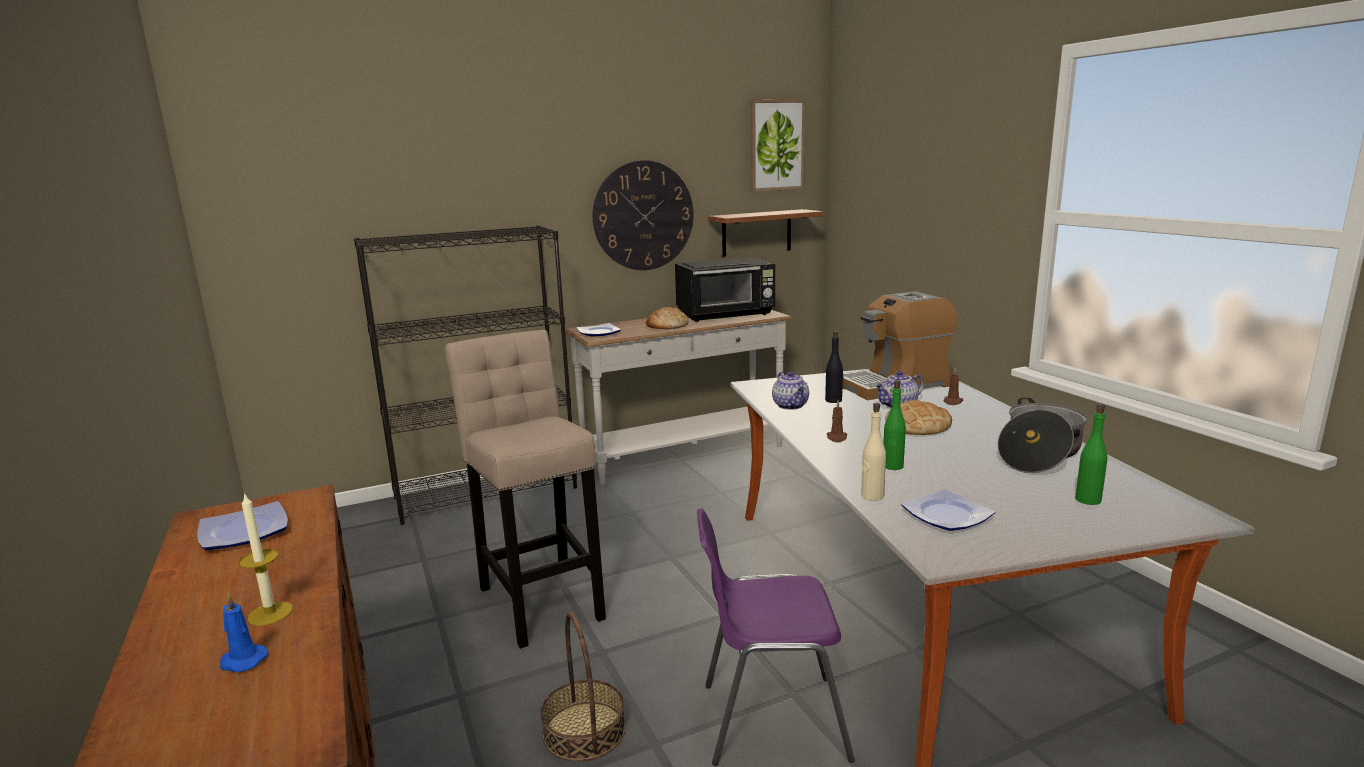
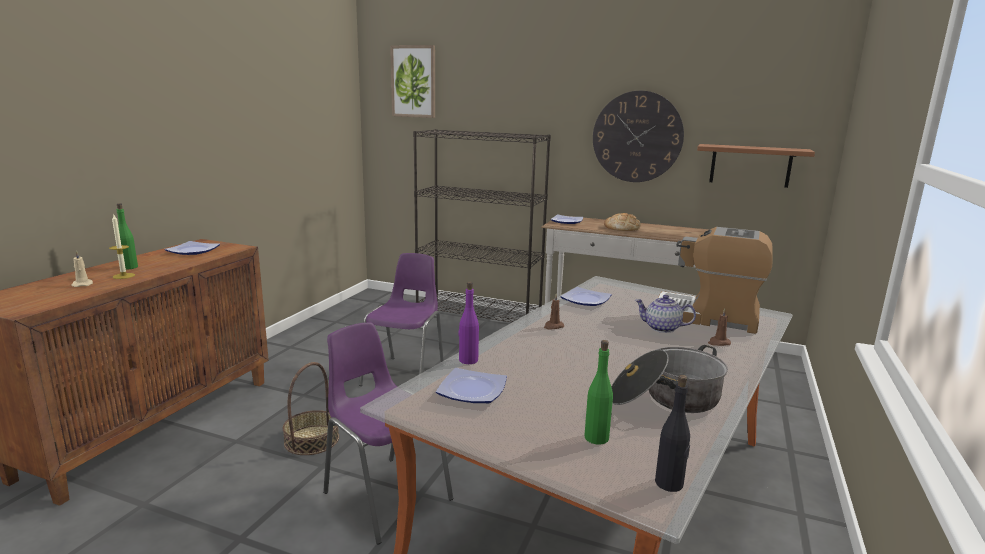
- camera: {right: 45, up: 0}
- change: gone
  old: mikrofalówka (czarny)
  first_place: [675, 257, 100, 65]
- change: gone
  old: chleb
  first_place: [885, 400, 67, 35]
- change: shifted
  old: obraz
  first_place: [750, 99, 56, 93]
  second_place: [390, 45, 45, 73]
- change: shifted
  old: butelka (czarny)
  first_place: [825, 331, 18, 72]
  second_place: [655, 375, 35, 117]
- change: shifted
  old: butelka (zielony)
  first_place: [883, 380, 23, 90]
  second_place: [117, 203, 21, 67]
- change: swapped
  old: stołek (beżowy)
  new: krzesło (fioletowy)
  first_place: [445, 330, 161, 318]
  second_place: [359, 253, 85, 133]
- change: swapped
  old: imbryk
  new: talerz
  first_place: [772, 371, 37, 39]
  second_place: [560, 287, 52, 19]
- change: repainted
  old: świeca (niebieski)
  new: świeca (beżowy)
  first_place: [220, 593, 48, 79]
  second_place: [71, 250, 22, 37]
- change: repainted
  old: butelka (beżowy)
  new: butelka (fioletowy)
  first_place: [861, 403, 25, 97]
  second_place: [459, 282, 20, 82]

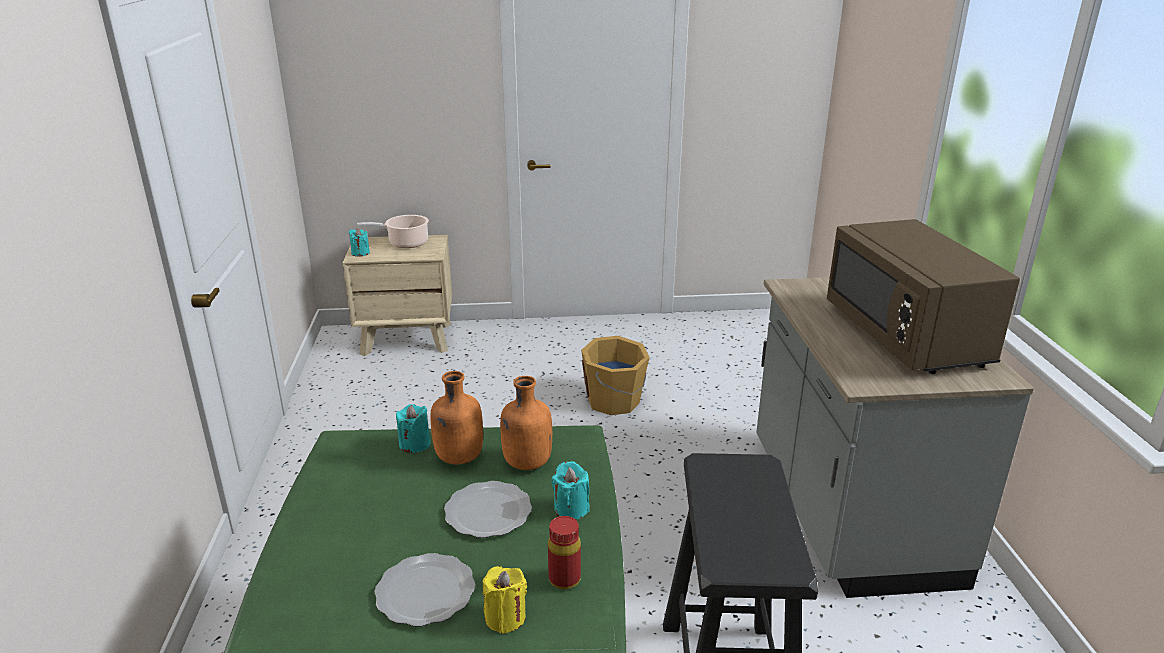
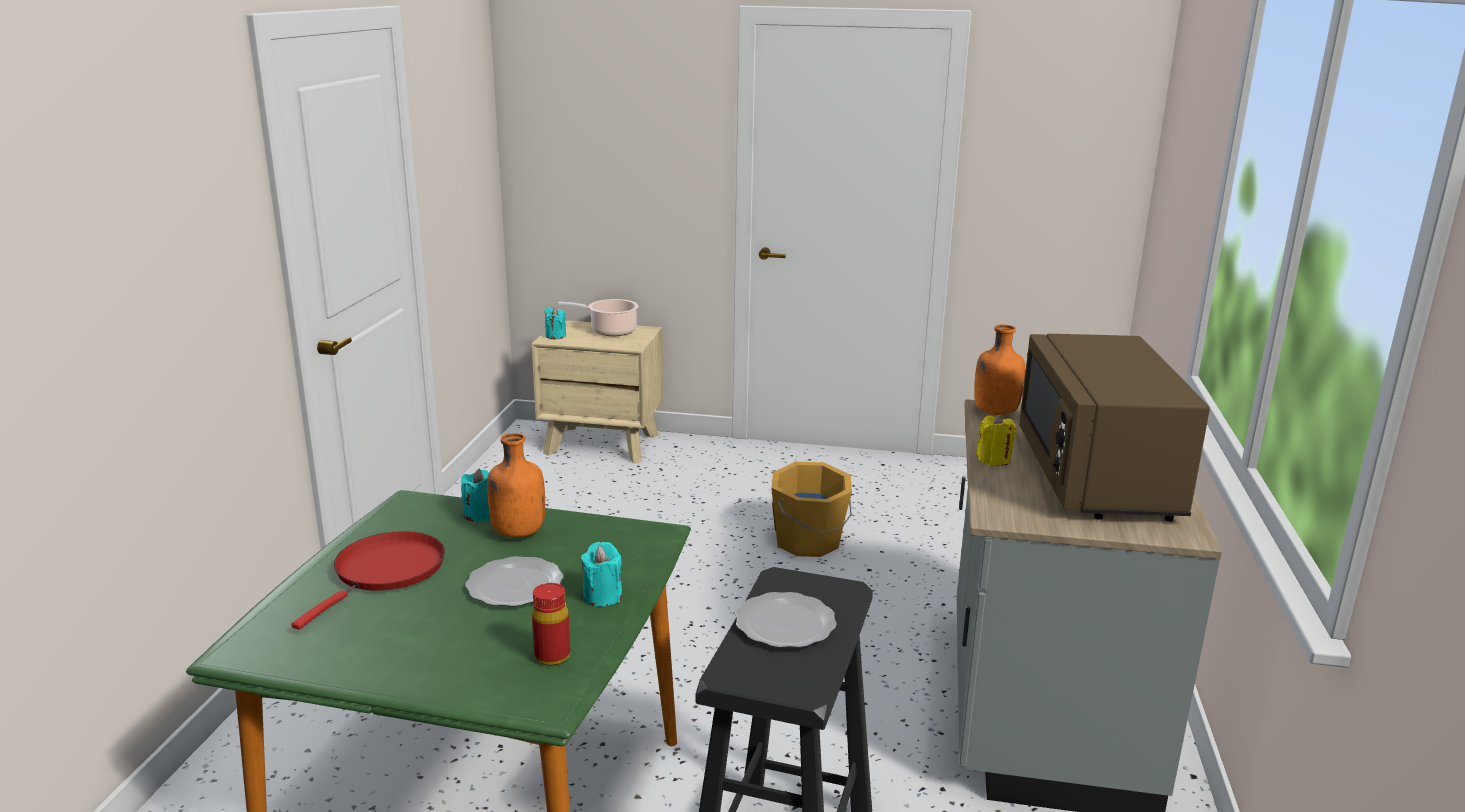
- camera: {right: 15, up: -5}
- change: new
  new: patelnia (czerwony)
  second_place: [291, 531, 154, 98]
- change: shifted
  old: talerz
  first_place: [374, 553, 102, 74]
  second_place: [735, 592, 102, 56]
- change: shifted
  old: świeca (żółty)
  first_place: [483, 566, 44, 68]
  second_place: [976, 414, 41, 52]
- change: shifted
  old: butelka (pomarańczowy)
  first_place: [500, 376, 52, 94]
  second_place: [974, 324, 51, 91]

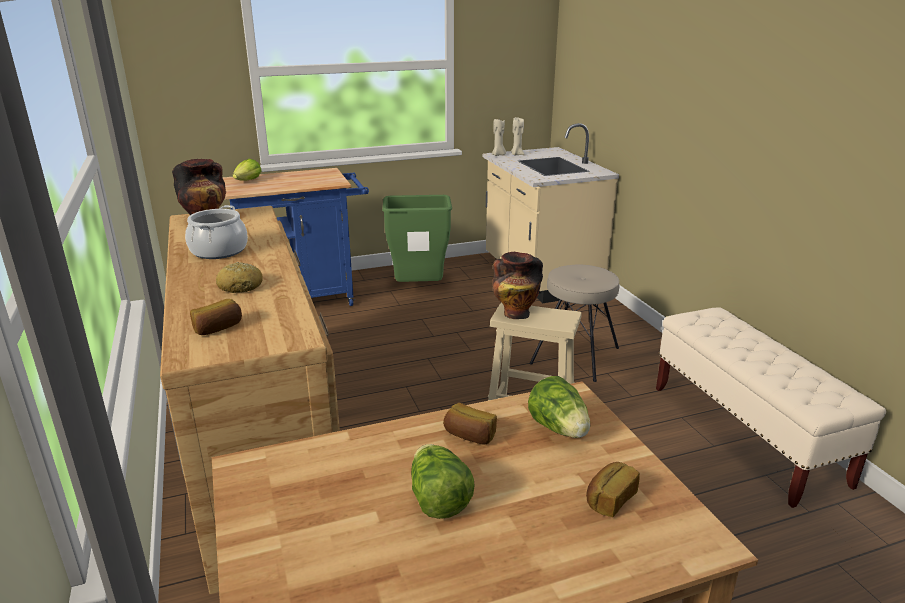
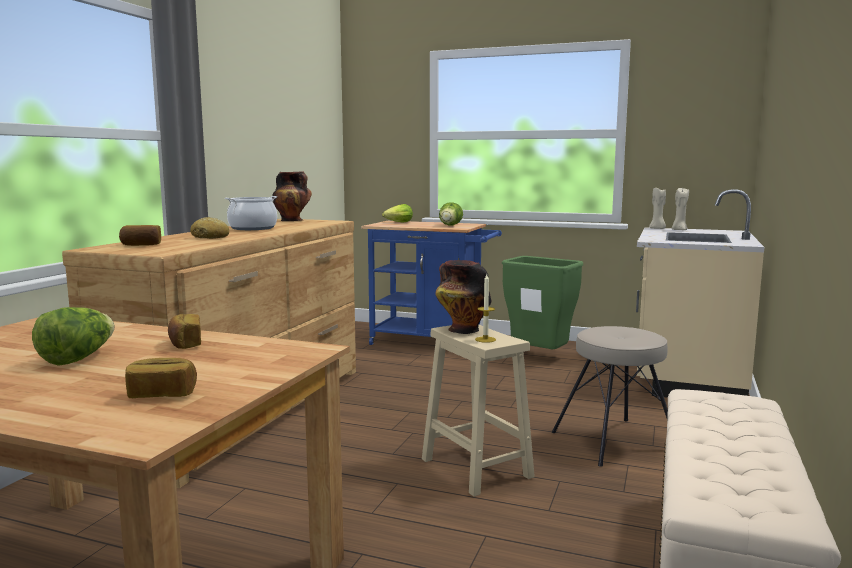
- camera: {right: 40, up: -15}
- change: new
  new: świeca
  second_place: [475, 274, 21, 69]
- change: shifted
  old: sałata
  first_place: [528, 376, 62, 62]
  second_place: [439, 202, 24, 24]

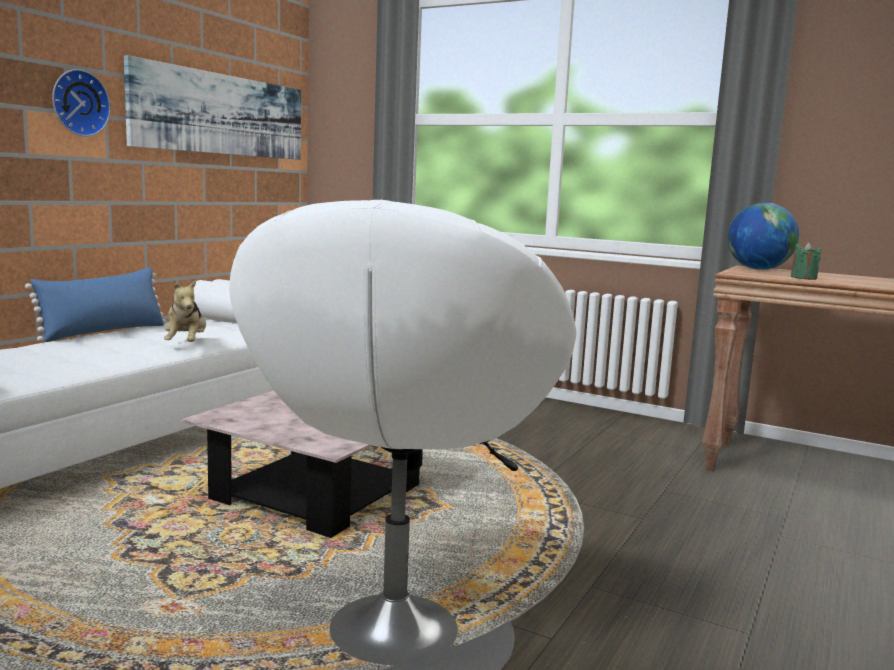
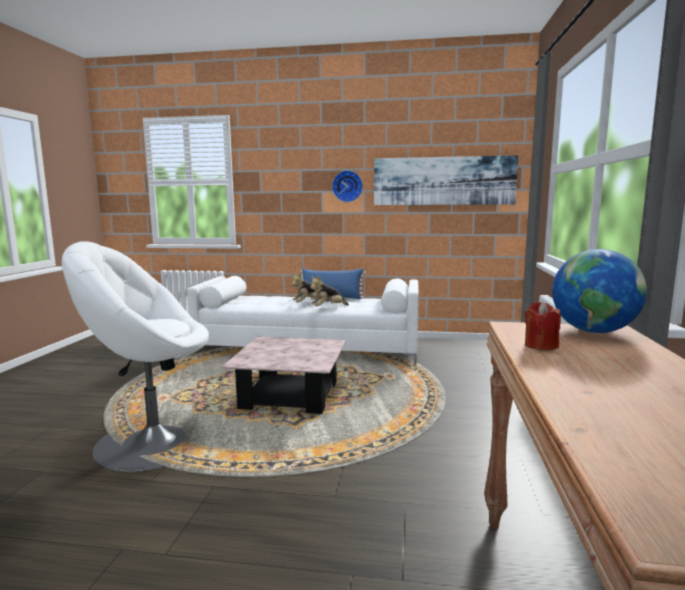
- camera: {right: 70, up: 0}
- change: new
  new: pluszak
  second_place: [291, 273, 38, 30]
- change: repainted
  old: świeca (zielony)
  new: świeca (czerwony)
  first_place: [791, 242, 30, 38]
  second_place: [525, 301, 36, 49]

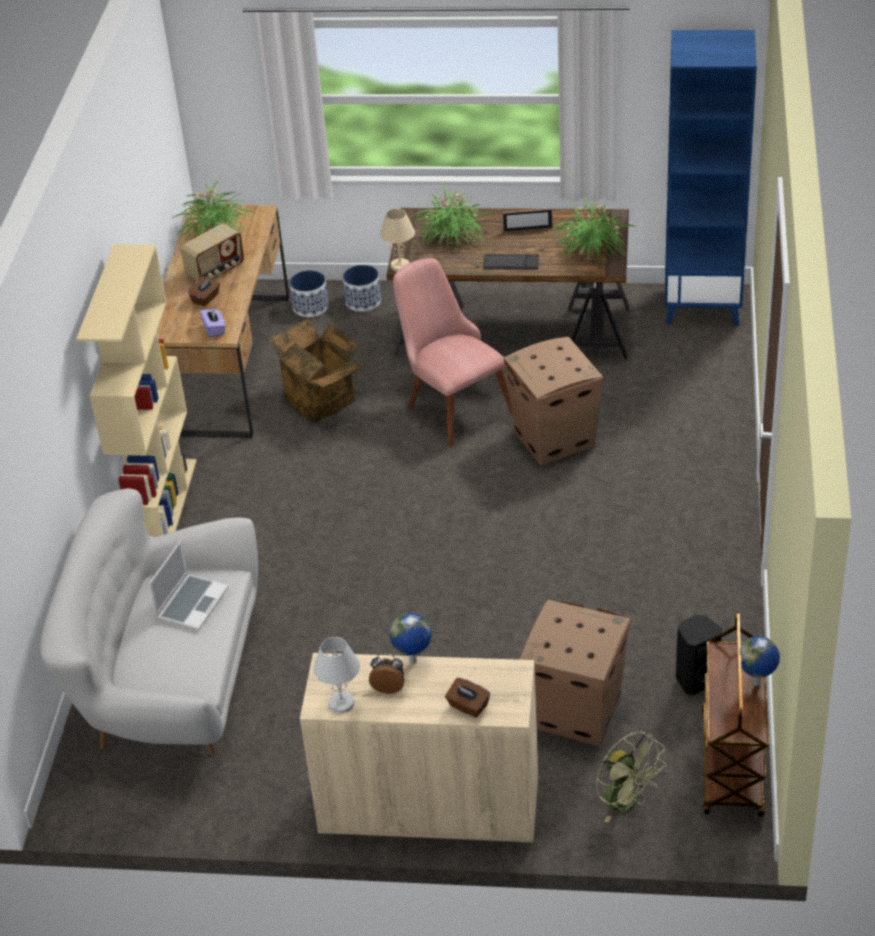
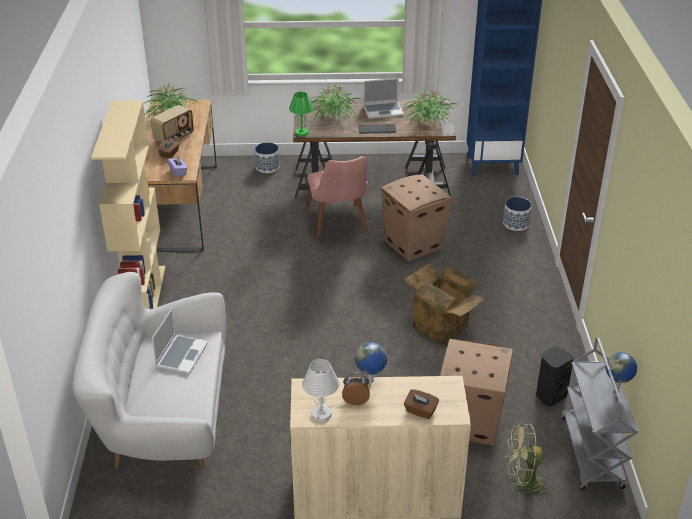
- camera: {right: -10, up: -5}
- change: shifted
  old: karton
  first_place: [267, 318, 96, 105]
  second_place: [404, 262, 82, 83]
- change: shifted
  old: donica
  first_place: [289, 270, 40, 47]
  second_place: [503, 197, 29, 34]
- change: swapped
  old: ramka na zdjęcie
  new: laptop
  first_place: [503, 208, 49, 24]
  second_place: [363, 78, 41, 41]
- change: repainted
  old: lampa stołowa (beżowy)
  new: lampa stołowa (zielony)
  first_place: [380, 208, 35, 64]
  second_place: [289, 92, 24, 44]
- change: repainted
  old: wózek (brązowy)
  new: wózek (szary)
  first_place: [702, 612, 67, 205]
  second_place: [561, 337, 78, 153]
- change: rotated
  old: krzesło (różowy)
  first_place: [393, 258, 119, 189]
  second_place: [305, 156, 63, 83]
  degrees: -150
- change: rotated
  old: wentylator (zielony)
  first_place: [596, 731, 71, 92]
  second_place: [506, 424, 46, 78]
  degrees: 135

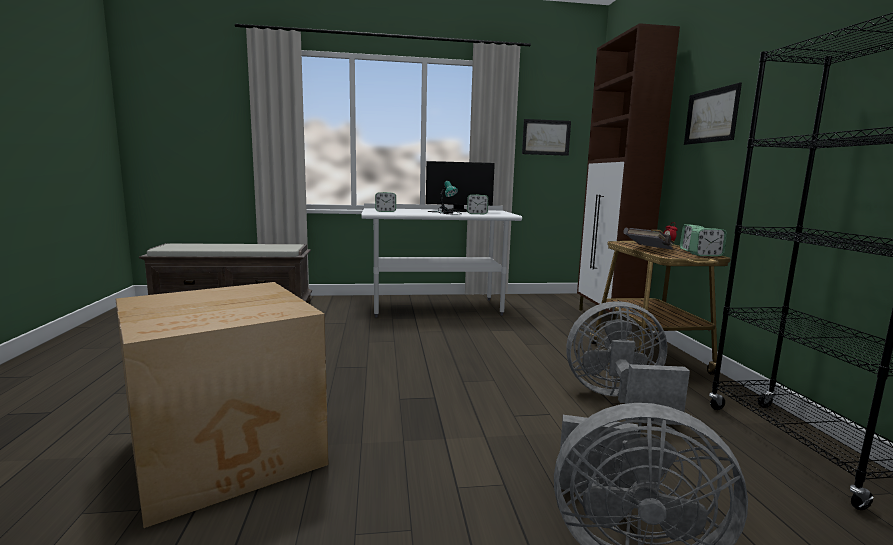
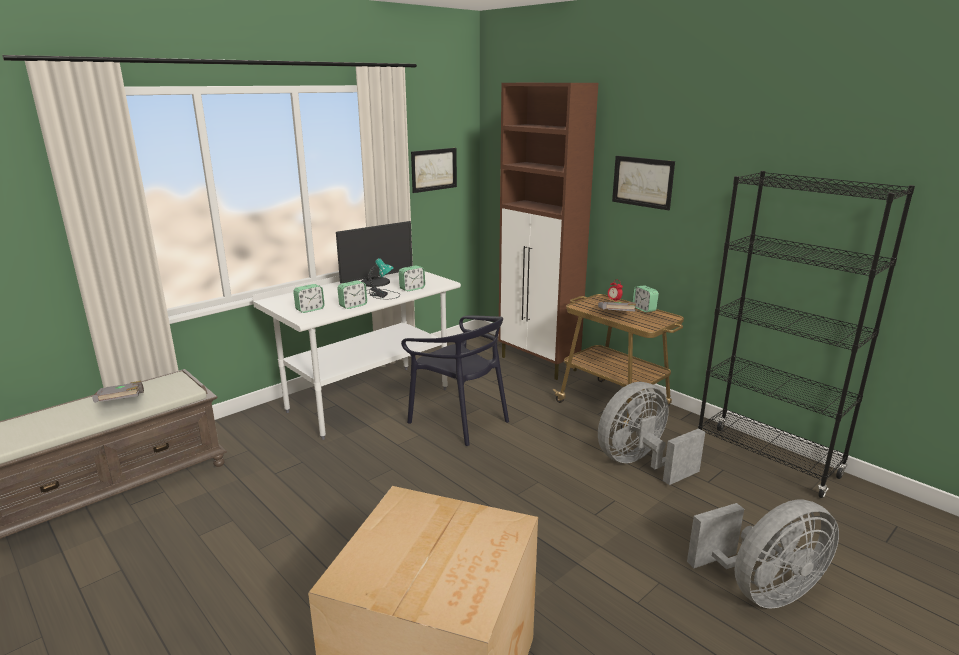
- camera: {right: -35, up: 10}
- change: new
  new: książka (szary)
  second_place: [93, 380, 51, 23]
- change: new
  new: krzesło (czarny)
  second_place: [401, 315, 108, 131]
- change: shifted
  old: budzik
  first_place: [690, 228, 37, 28]
  second_place: [337, 280, 30, 29]

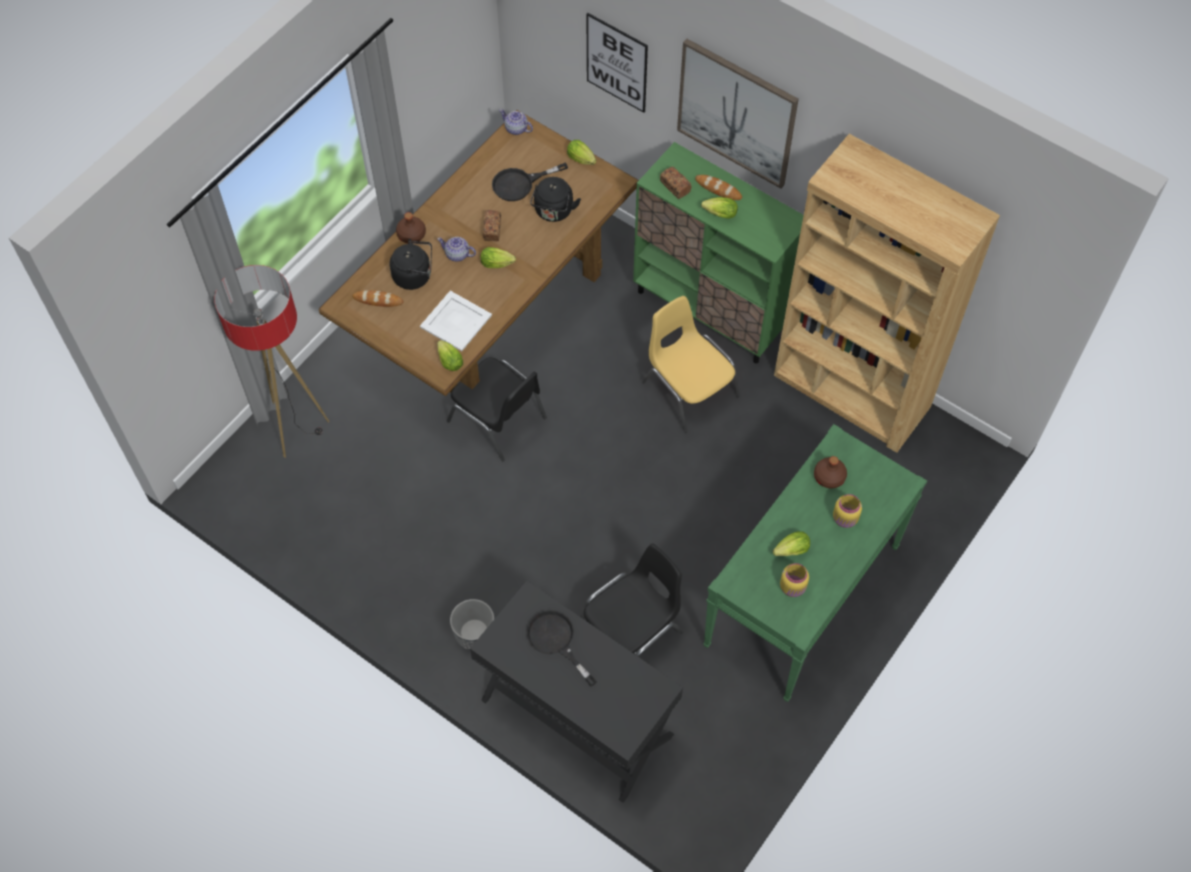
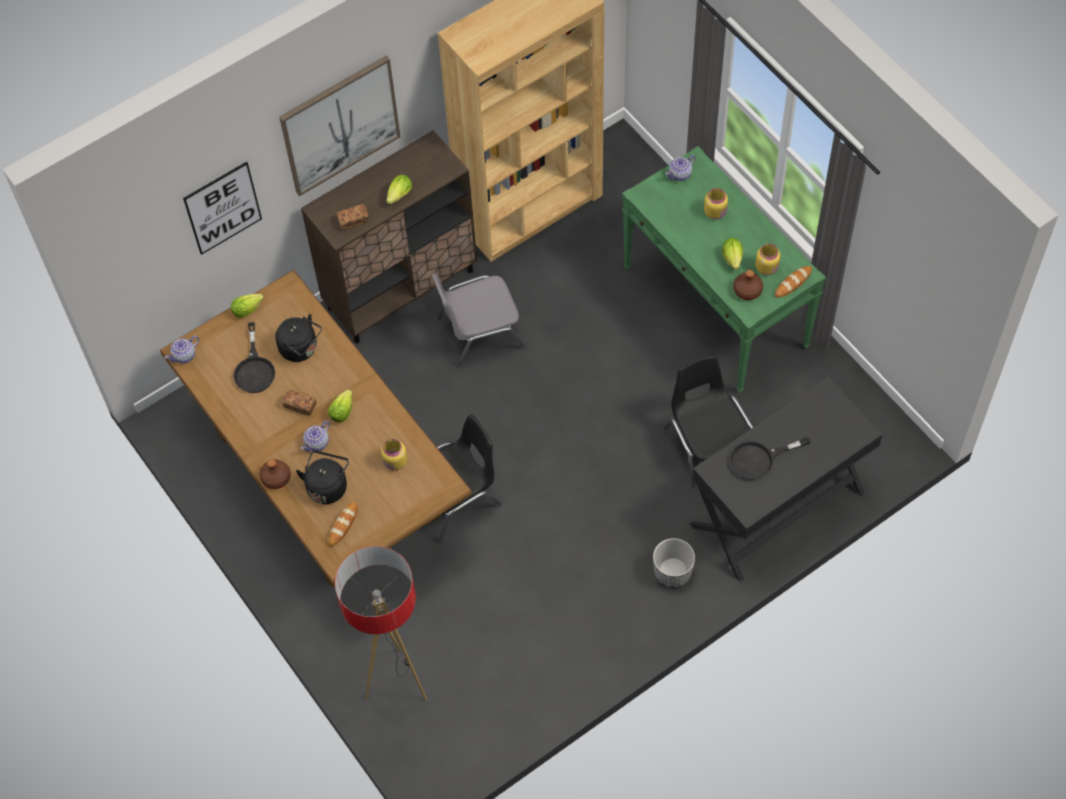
- camera: {right: -70, up: 0}
- change: gone
  old: sałata
  first_place: [437, 340, 26, 31]
- change: new
  new: imbryk
  second_place: [666, 155, 30, 26]
- change: shifted
  old: chleb
  first_place: [695, 175, 47, 25]
  second_place: [775, 266, 37, 32]
- change: shifted
  old: butelka (brązowy)
  first_place: [814, 456, 33, 32]
  second_place: [733, 270, 30, 30]
- change: swapped
  old: taca (biały)
  new: słoik (żółty)
  first_place: [420, 291, 72, 60]
  second_place: [381, 439, 26, 32]
- change: repainted
  old: szafka (zielony)
  new: szafka (brązowy)
  first_place: [633, 142, 171, 221]
  second_place: [301, 130, 176, 213]
- change: repainted
  old: krzesło (żółty)
  new: krzesło (szary)
  first_place: [641, 296, 99, 137]
  second_place: [432, 273, 94, 95]

